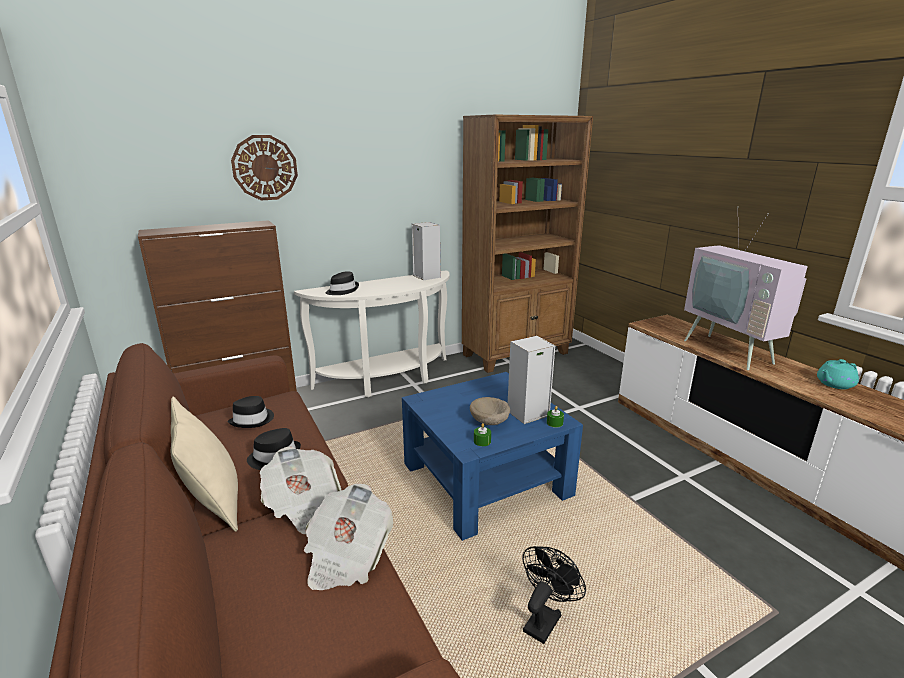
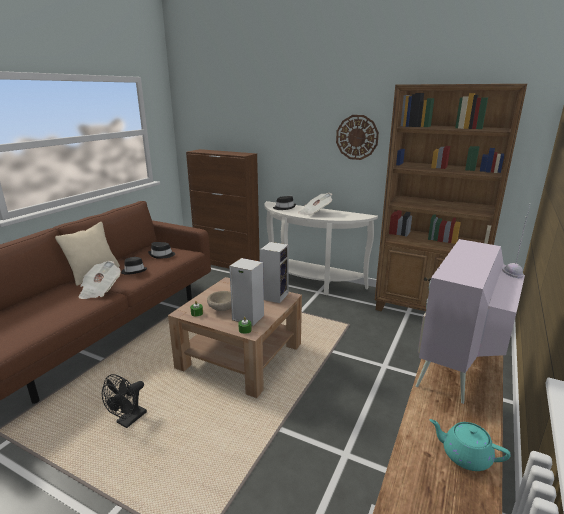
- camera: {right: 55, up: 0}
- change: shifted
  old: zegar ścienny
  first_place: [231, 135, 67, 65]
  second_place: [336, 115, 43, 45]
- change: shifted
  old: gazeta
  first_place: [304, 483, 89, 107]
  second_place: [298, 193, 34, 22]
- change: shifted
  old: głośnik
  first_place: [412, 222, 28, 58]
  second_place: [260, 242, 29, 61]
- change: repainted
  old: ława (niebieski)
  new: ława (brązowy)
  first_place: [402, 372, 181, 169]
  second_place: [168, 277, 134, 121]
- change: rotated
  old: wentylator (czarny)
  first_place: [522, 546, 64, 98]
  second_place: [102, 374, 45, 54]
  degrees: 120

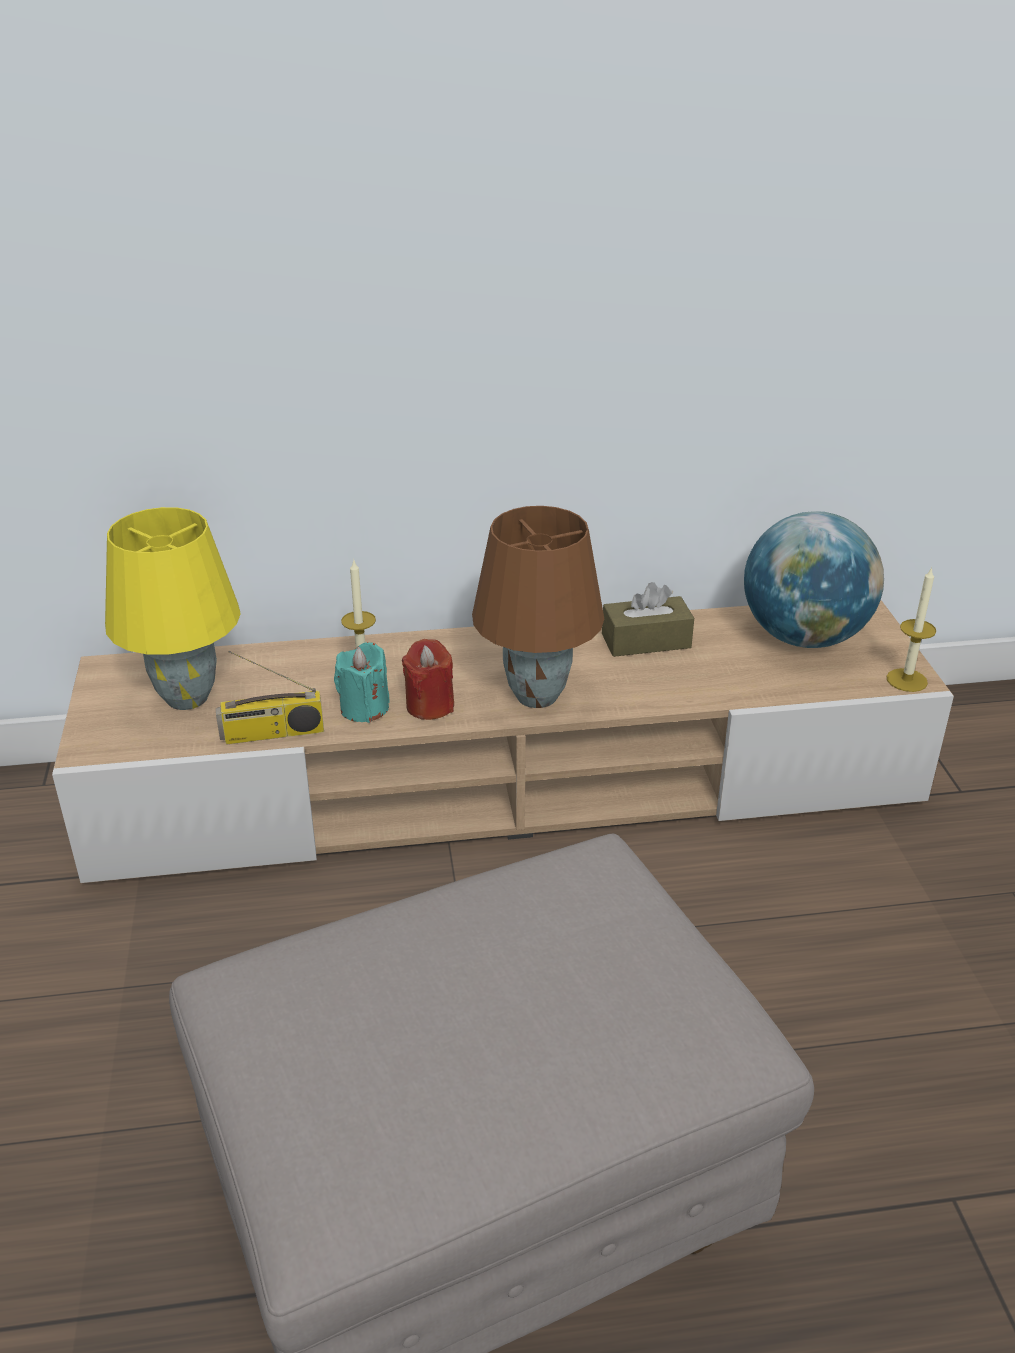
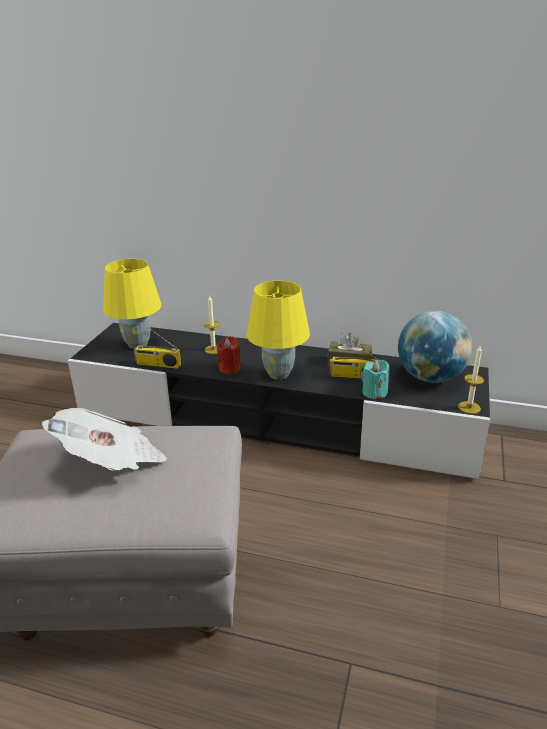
- camera: {right: 25, up: -5}
- change: new
  new: gazeta
  second_place: [42, 408, 125, 63]
- change: new
  new: radio
  second_place: [329, 332, 50, 47]
- change: shifted
  old: świeca (turkusowy)
  first_place: [334, 642, 56, 81]
  second_place: [361, 360, 28, 40]
- change: repainted
  old: szafka pod telewizor (beżowy)
  new: szafka pod telewizor (czarny)
  first_place: [52, 600, 902, 283]
  second_place: [68, 323, 422, 156]
- change: repainted
  old: lampa stołowa (brązowy)
  new: lampa stołowa (żółty)
  first_place: [472, 506, 132, 202]
  second_place: [246, 281, 64, 99]

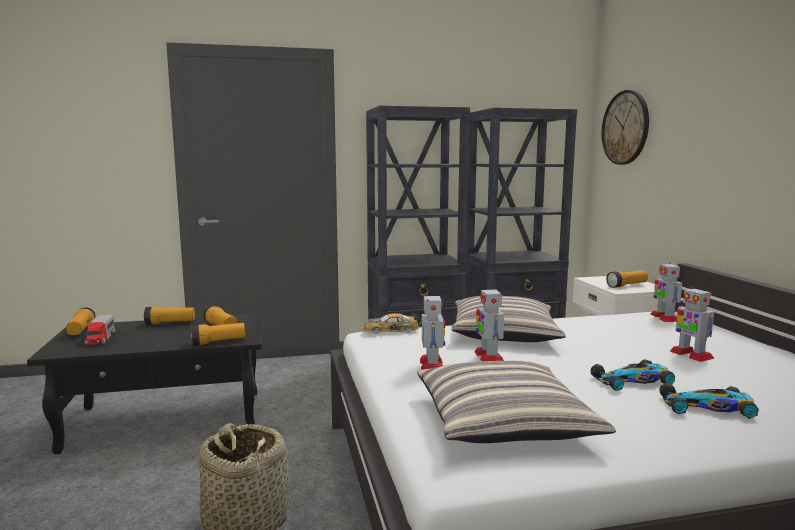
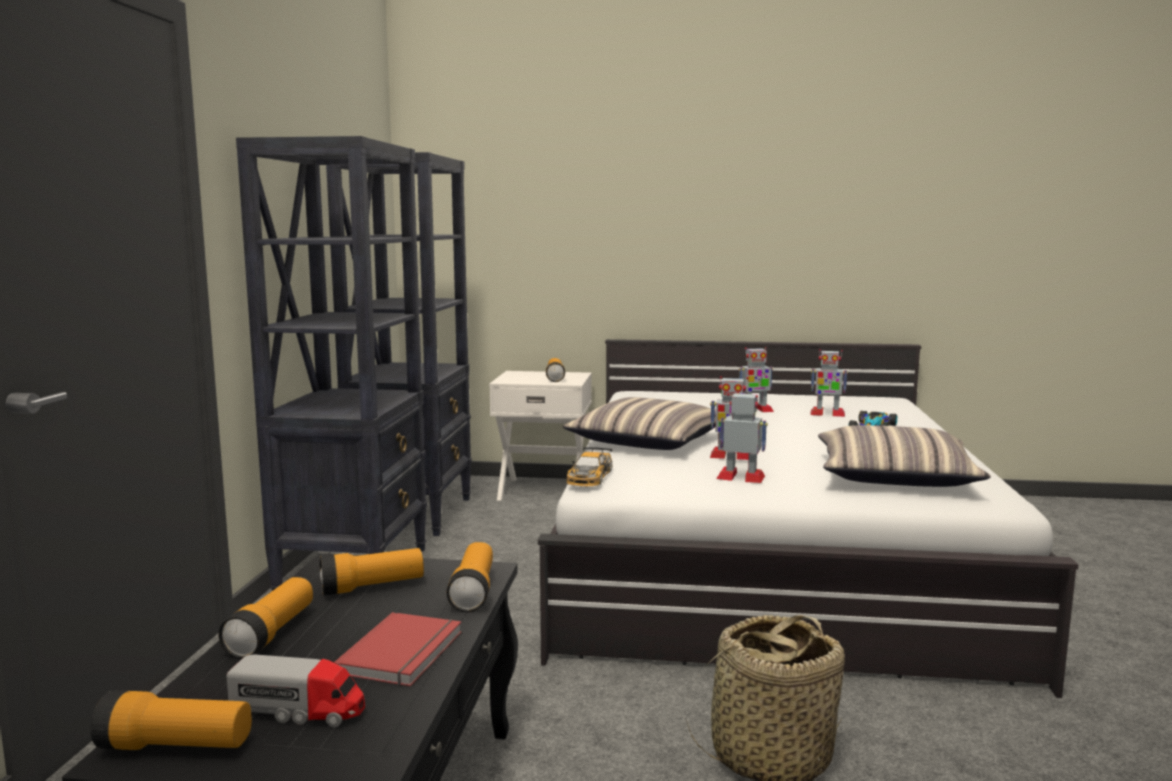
- camera: {right: -70, up: 0}
- change: gone
  old: samochodzik
  first_place: [590, 359, 85, 32]
- change: gone
  old: zegar ścienny
  first_place: [602, 90, 47, 75]
- change: new
  new: książka (czerwony)
  second_place: [334, 612, 128, 74]
- change: shifted
  old: robot zabawkowy
  first_place: [650, 262, 32, 60]
  second_place: [810, 349, 38, 68]

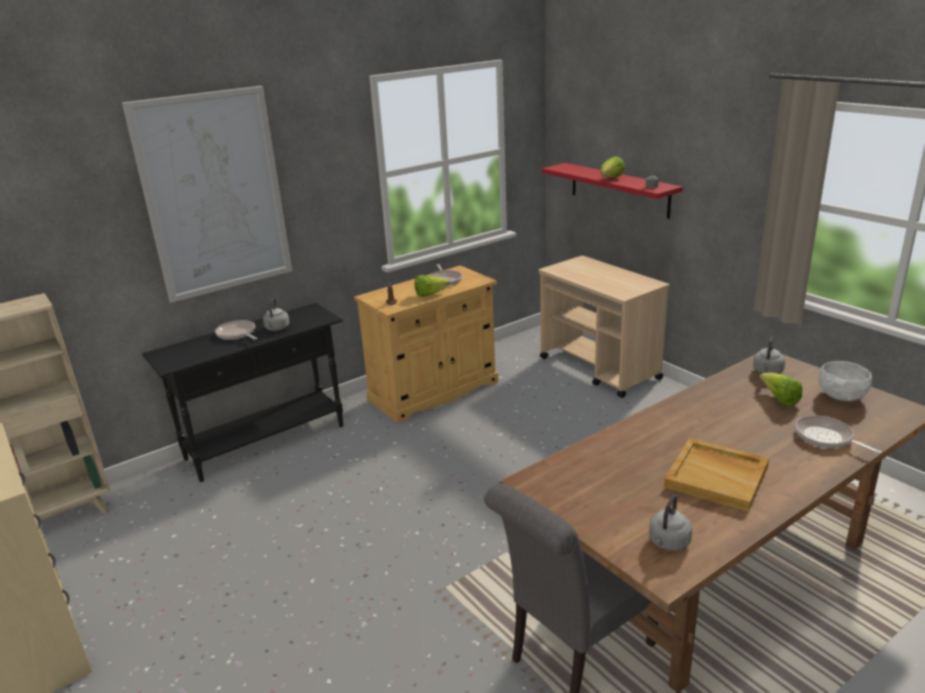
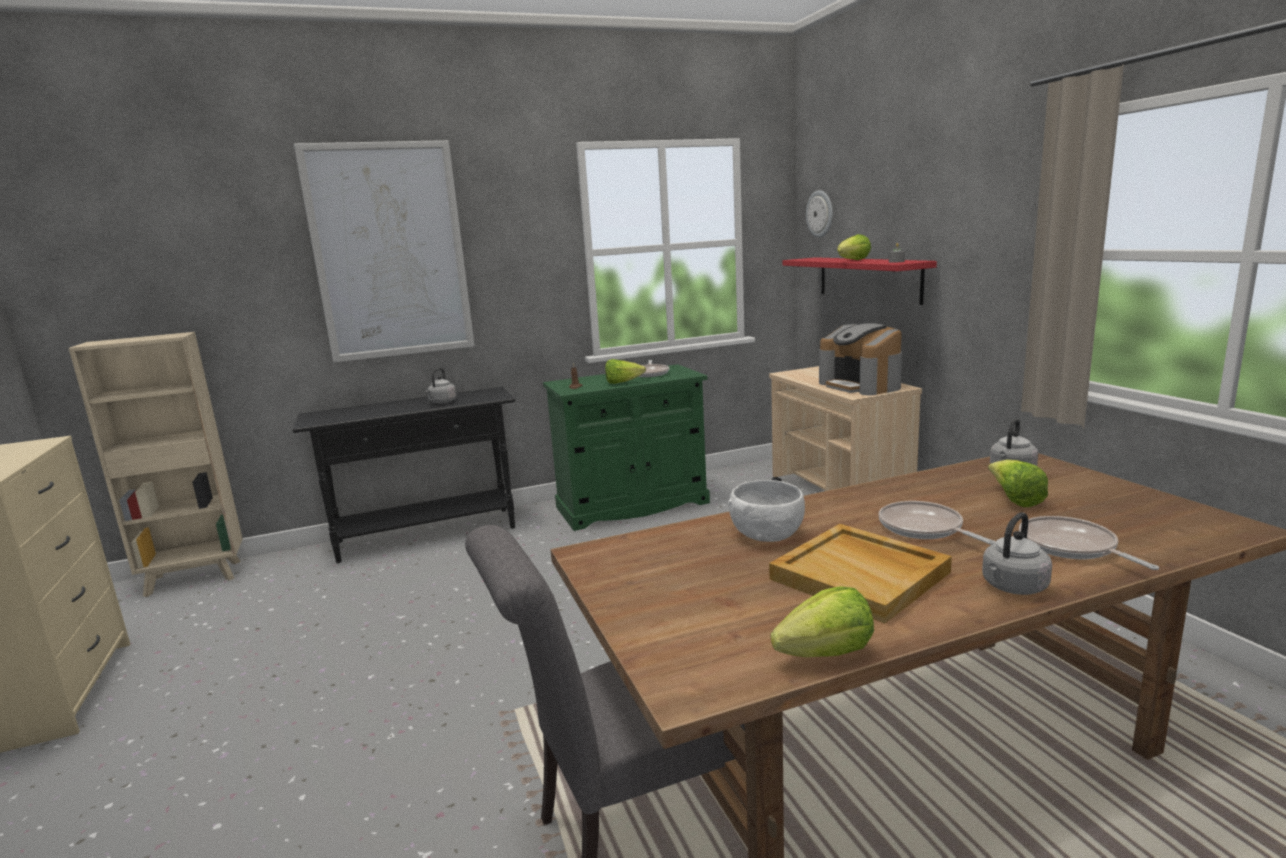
- camera: {right: 15, up: -10}
- change: new
  new: sałata
  second_place: [771, 586, 103, 71]
- change: new
  new: zegar ścienny
  second_place: [806, 190, 27, 48]
- change: new
  new: ekspres do kawy
  second_place: [819, 323, 83, 73]
- change: shifted
  old: patelnia
  first_place: [215, 320, 42, 20]
  second_place: [878, 501, 118, 44]
- change: shifted
  old: czajnik (szary)
  first_place: [649, 495, 44, 56]
  second_place: [982, 512, 70, 83]
- change: shifted
  old: miska (biały)
  first_place: [818, 361, 54, 40]
  second_place: [728, 480, 77, 62]
- change: repainted
  old: szafka (beżowy)
  new: szafka (zielony)
  first_place: [354, 265, 144, 158]
  second_place: [543, 364, 167, 167]

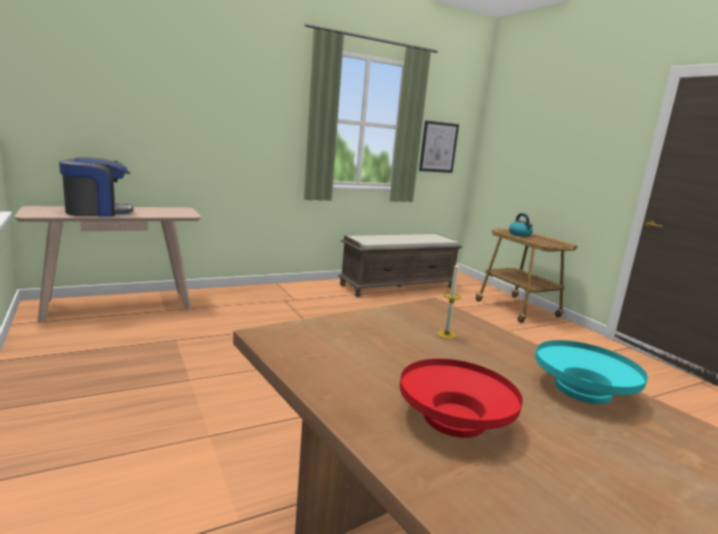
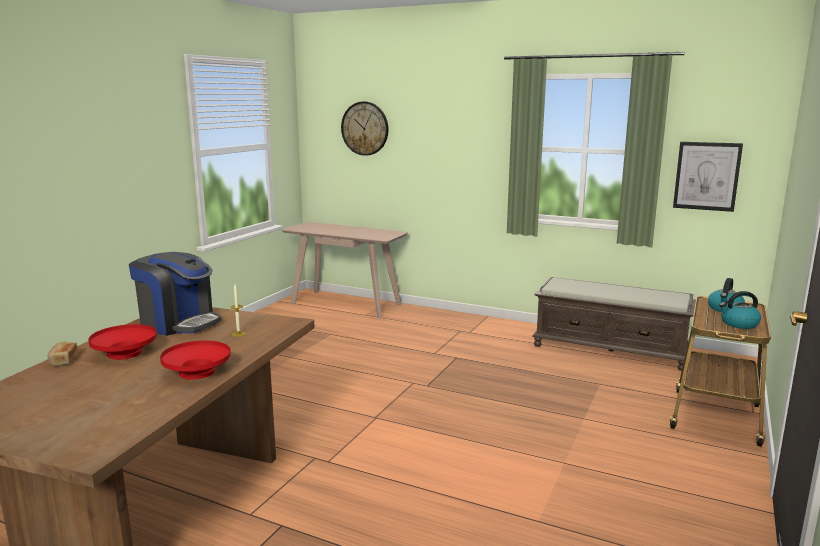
- camera: {right: 55, up: 0}
- change: new
  new: chleb
  second_place: [48, 342, 30, 25]
- change: new
  new: zegar ścienny
  second_place: [341, 101, 47, 55]
- change: new
  new: czajnik
  second_place: [719, 291, 42, 38]
- change: shifted
  old: ekspres do kawy
  first_place: [59, 157, 74, 60]
  second_place: [129, 252, 92, 84]
- change: repainted
  old: miska (turkusowy)
  new: miska (czerwony)
  first_place: [535, 340, 113, 64]
  second_place: [160, 341, 70, 39]

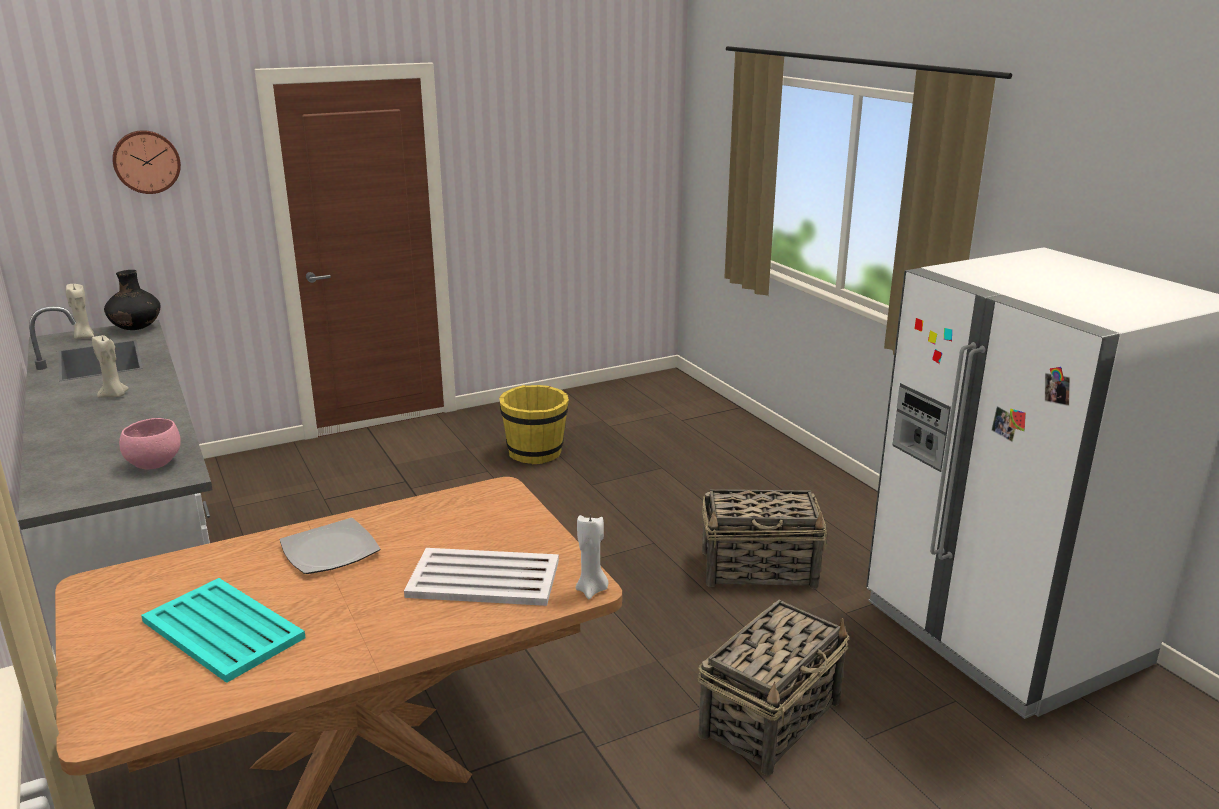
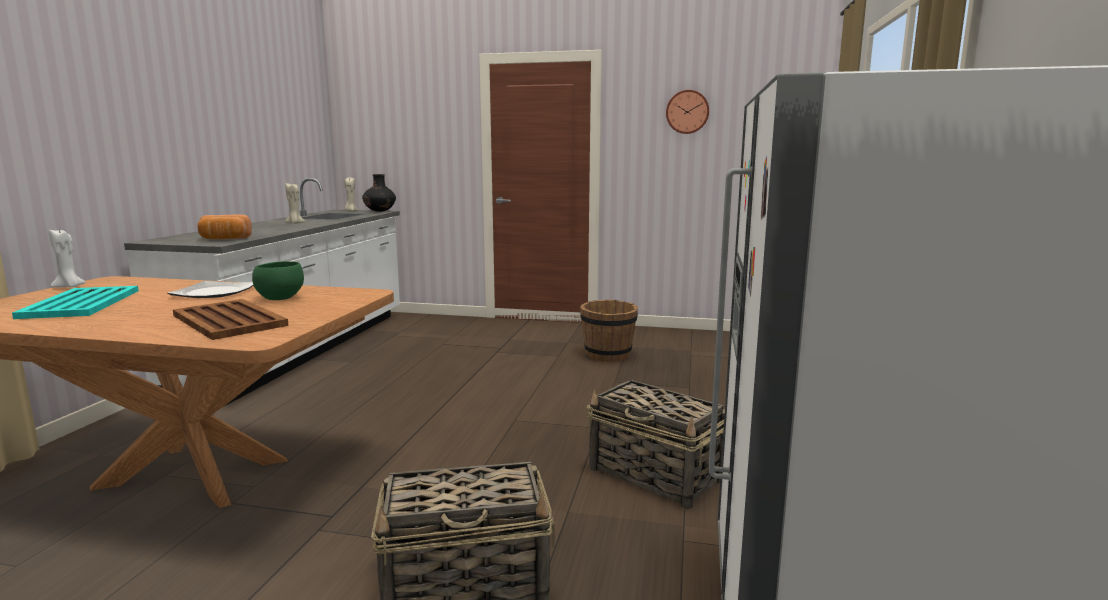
- camera: {right: 40, up: -10}
- change: new
  new: miska (zielony)
  second_place: [252, 261, 52, 39]
- change: shifted
  old: zegar ścienny
  first_place: [112, 130, 69, 64]
  second_place: [666, 90, 43, 44]
- change: shifted
  old: świeca (biały)
  first_place: [575, 515, 33, 84]
  second_place: [49, 229, 37, 59]
- change: swapped
  old: miska (różowy)
  new: chleb
  first_place: [119, 418, 62, 51]
  second_place: [198, 215, 54, 24]
- change: repainted
  old: taca (biały)
  new: taca (brązowy)
  first_place: [404, 548, 155, 58]
  second_place: [173, 299, 116, 41]
- change: repainted
  old: wiadro (żółty)
  new: wiadro (brązowy)
  first_place: [499, 385, 70, 79]
  second_place: [580, 300, 58, 62]

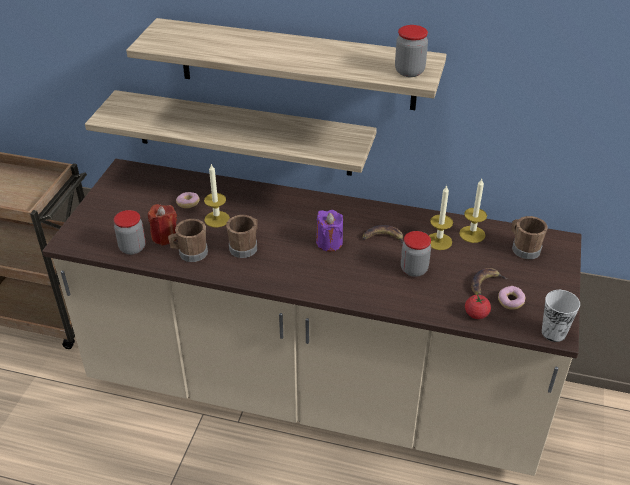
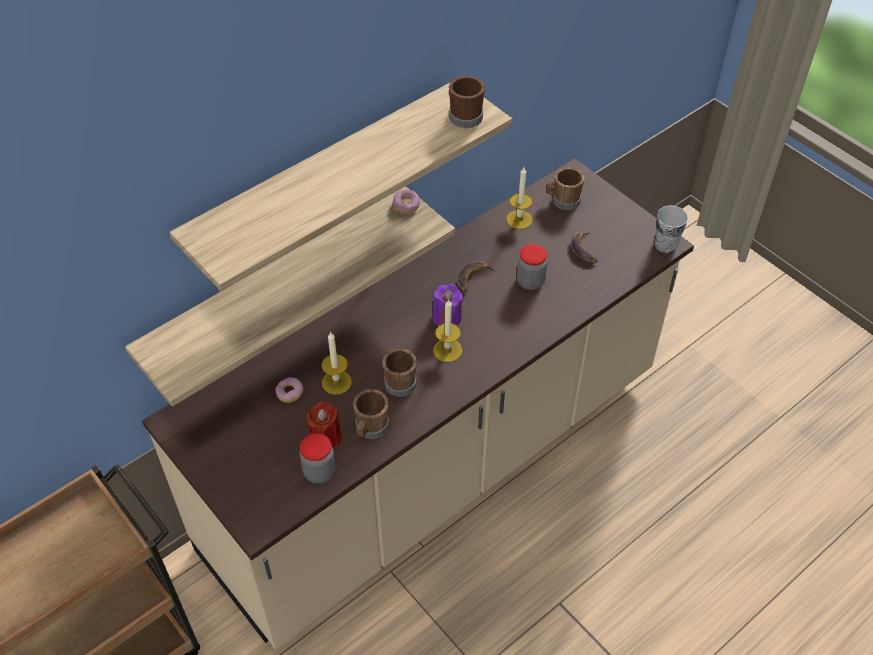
- camera: {right: -55, up: 10}
- change: gone
  old: pomidor
  first_place: [465, 294, 26, 25]
- change: shifted
  old: świeca
  first_place: [429, 185, 24, 65]
  second_place: [433, 299, 29, 63]
- change: shifted
  old: donut
  first_place: [498, 286, 27, 24]
  second_place: [393, 189, 27, 25]
- change: swapped
  old: słoik
  new: kubek (brązowy)
  first_place: [395, 25, 33, 52]
  second_place: [449, 76, 36, 52]

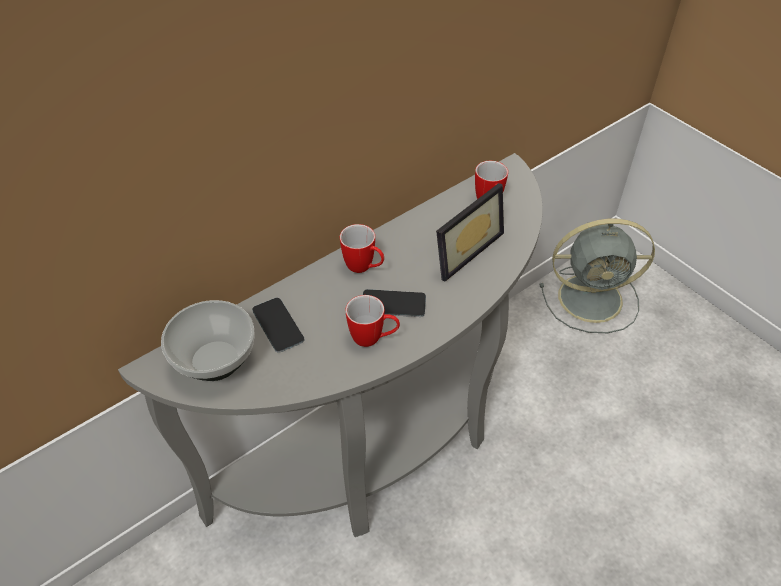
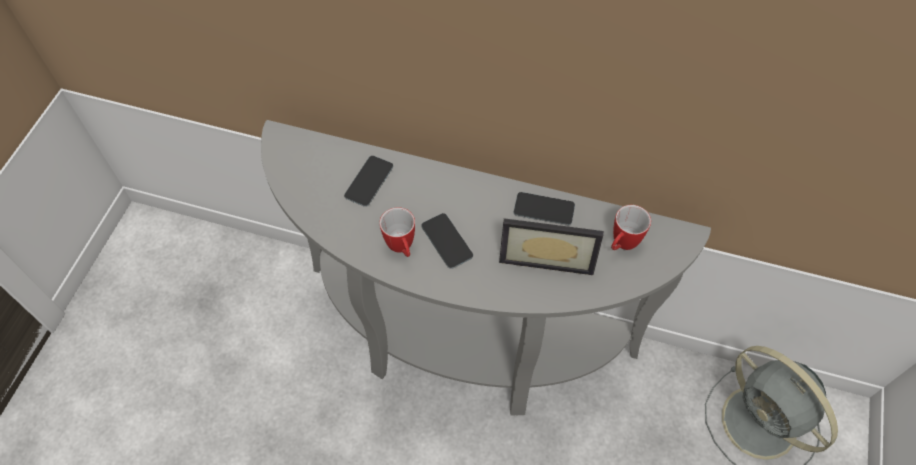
- camera: {right: 55, up: 10}
- change: gone
  old: miska
  first_place: [161, 300, 94, 81]
- change: gone
  old: kubek
  first_place: [340, 224, 44, 49]
- change: new
  new: telefon
  second_place: [514, 192, 61, 34]

